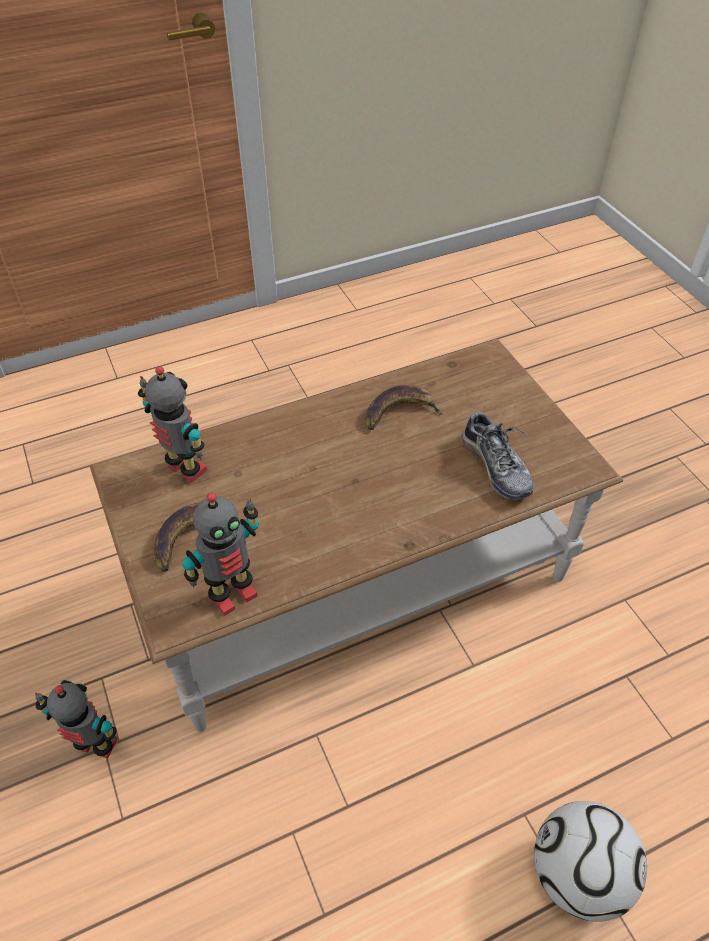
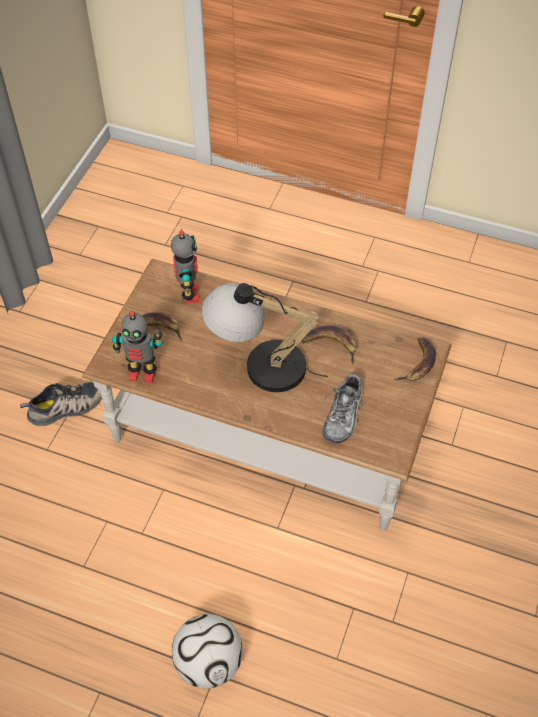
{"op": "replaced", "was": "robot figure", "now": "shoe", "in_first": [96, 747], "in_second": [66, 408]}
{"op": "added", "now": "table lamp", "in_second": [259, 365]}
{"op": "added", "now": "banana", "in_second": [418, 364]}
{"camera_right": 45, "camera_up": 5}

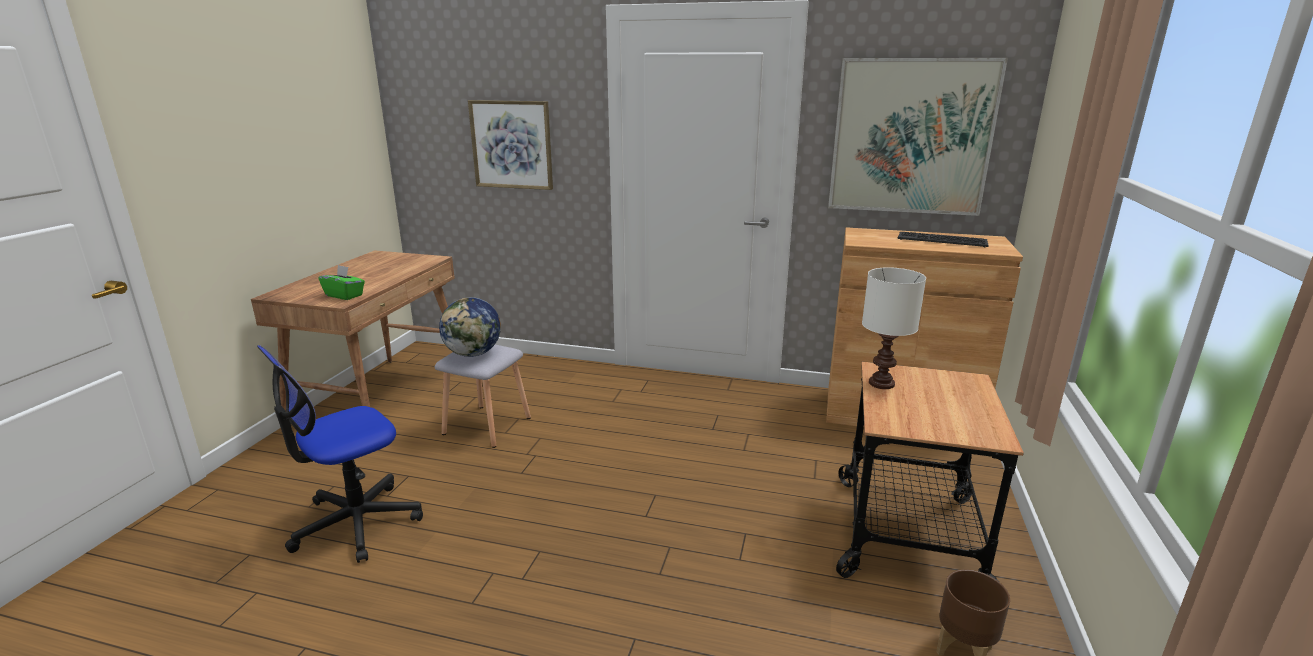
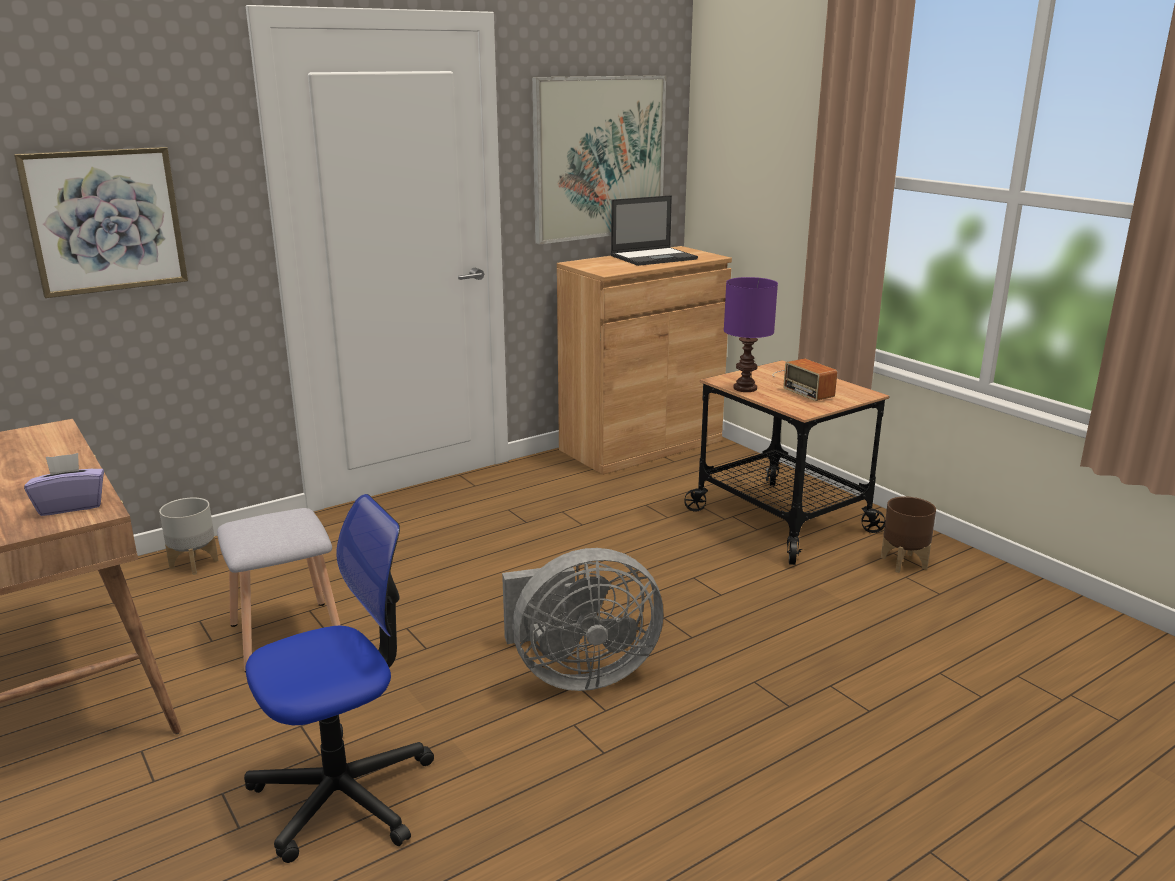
{"op": "recoloured", "was": "green box of tissues", "now": "purple box of tissues", "in_first": [344, 295], "in_second": [71, 505]}
{"op": "added", "now": "gray plant pot", "in_second": [193, 564]}
{"op": "turned", "was": "office chair", "in_first": [356, 523], "in_second": [343, 794], "clockwise": -120}
{"op": "added", "now": "gray electric fan", "in_second": [578, 673]}
{"op": "replaced", "was": "PC keyboard", "now": "portable computer", "in_first": [942, 240], "in_second": [654, 257]}
{"op": "recoloured", "was": "white-coloured table lamp", "now": "purple table lamp", "in_first": [881, 384], "in_second": [745, 388]}
{"op": "added", "now": "radio set", "in_second": [804, 384]}
{"op": "removed", "was": "globe", "in_first": [473, 354]}
{"camera_right": -50, "camera_up": 0}

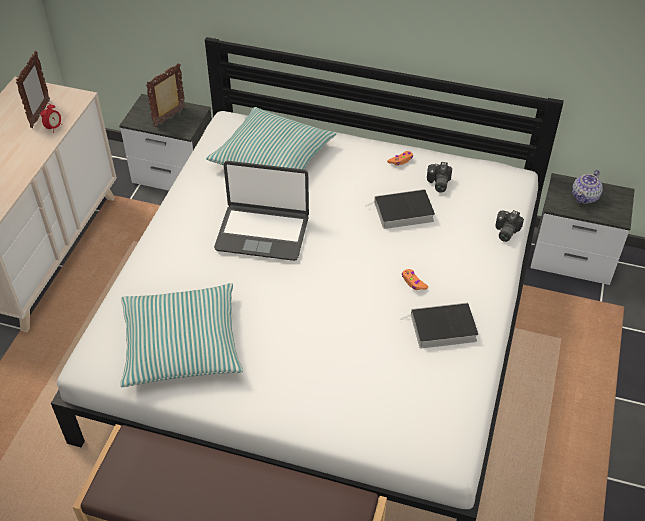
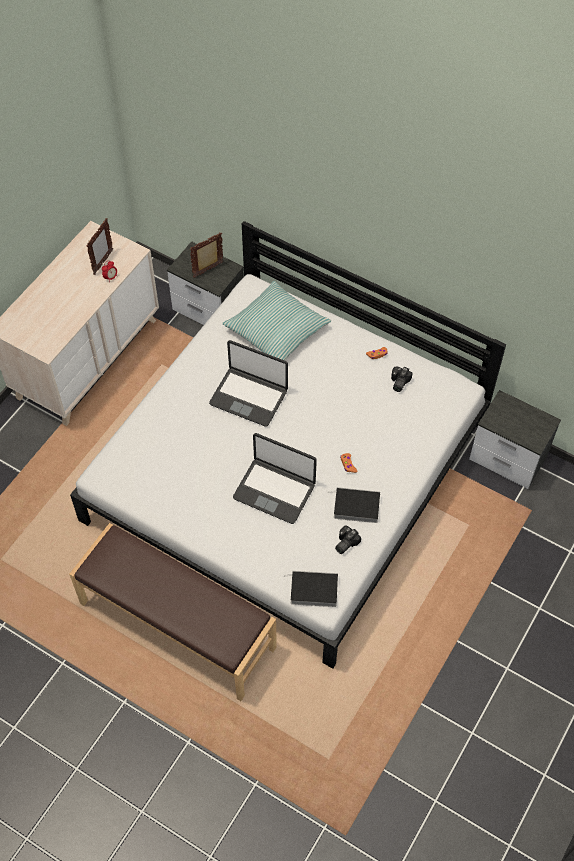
{"op": "added", "now": "portable computer", "in_second": [274, 490]}
{"op": "moved", "was": "bound book", "in_first": [402, 212], "in_second": [312, 590]}
{"op": "moved", "was": "photo camera", "in_first": [505, 231], "in_second": [344, 543]}
{"op": "removed", "was": "throw pillow", "in_first": [181, 344]}
{"op": "removed", "was": "teapot", "in_first": [585, 197]}
{"camera_right": 15, "camera_up": 10}

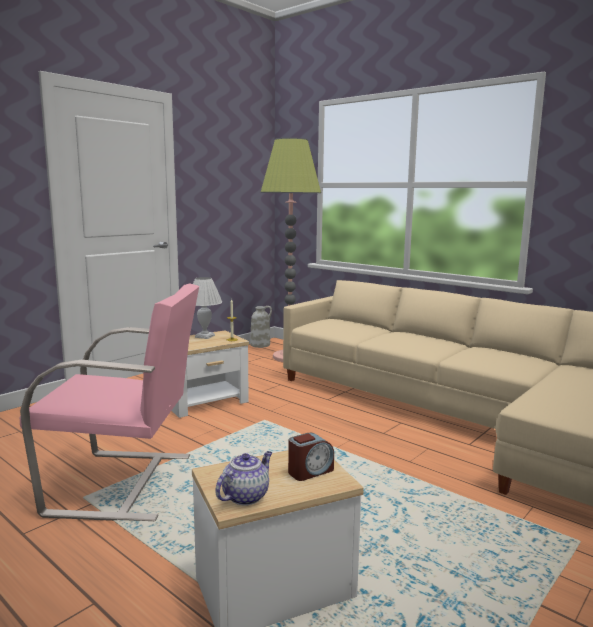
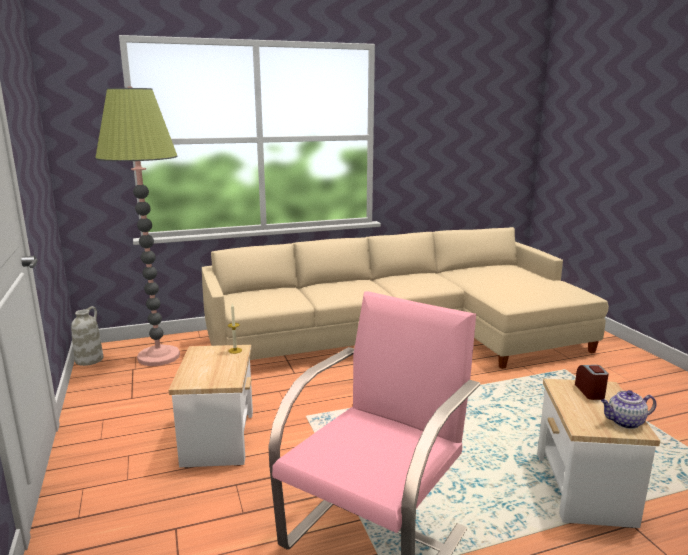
{"op": "turned", "was": "teapot", "in_first": [245, 496], "in_second": [624, 422], "clockwise": -75}
{"op": "removed", "was": "white-coloured table lamp", "in_first": [205, 336]}
{"camera_right": -60, "camera_up": 5}

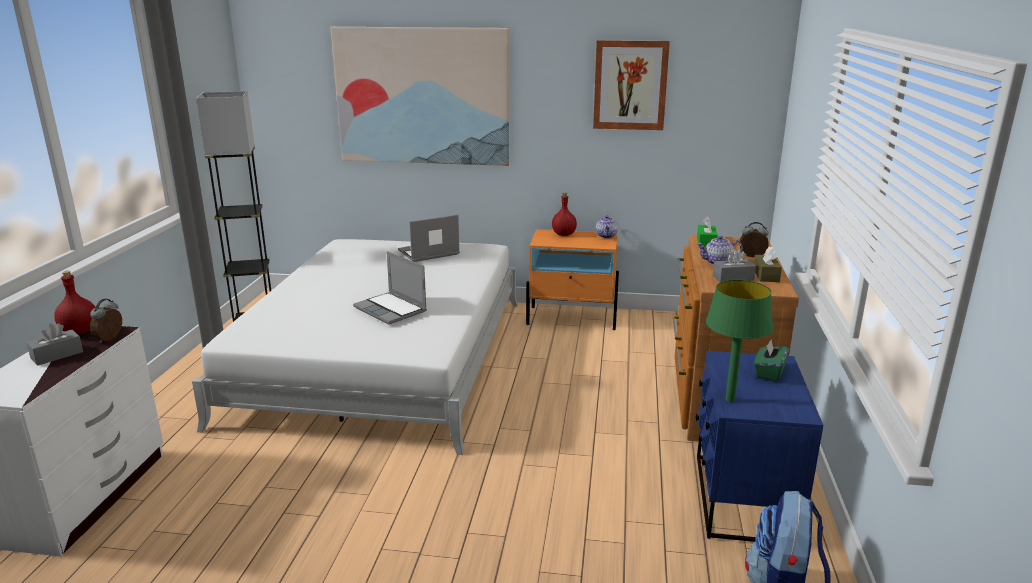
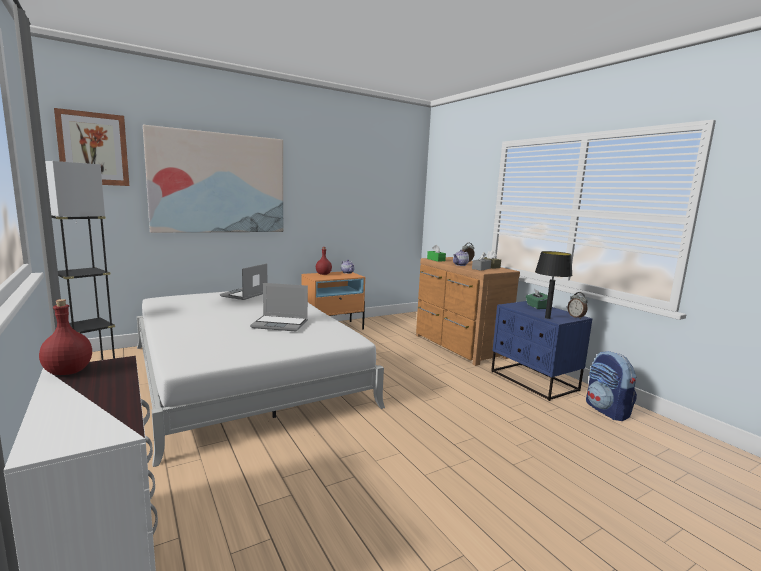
{"op": "moved", "was": "wall art", "in_first": [630, 85], "in_second": [93, 149]}
{"op": "recoloured", "was": "green table lamp", "now": "blackish table lamp", "in_first": [730, 399], "in_second": [547, 318]}
{"op": "moved", "was": "alarm clock", "in_first": [110, 339], "in_second": [576, 317]}
{"op": "removed", "was": "gray box of tissues", "in_first": [57, 355]}
{"camera_right": -40, "camera_up": -10}

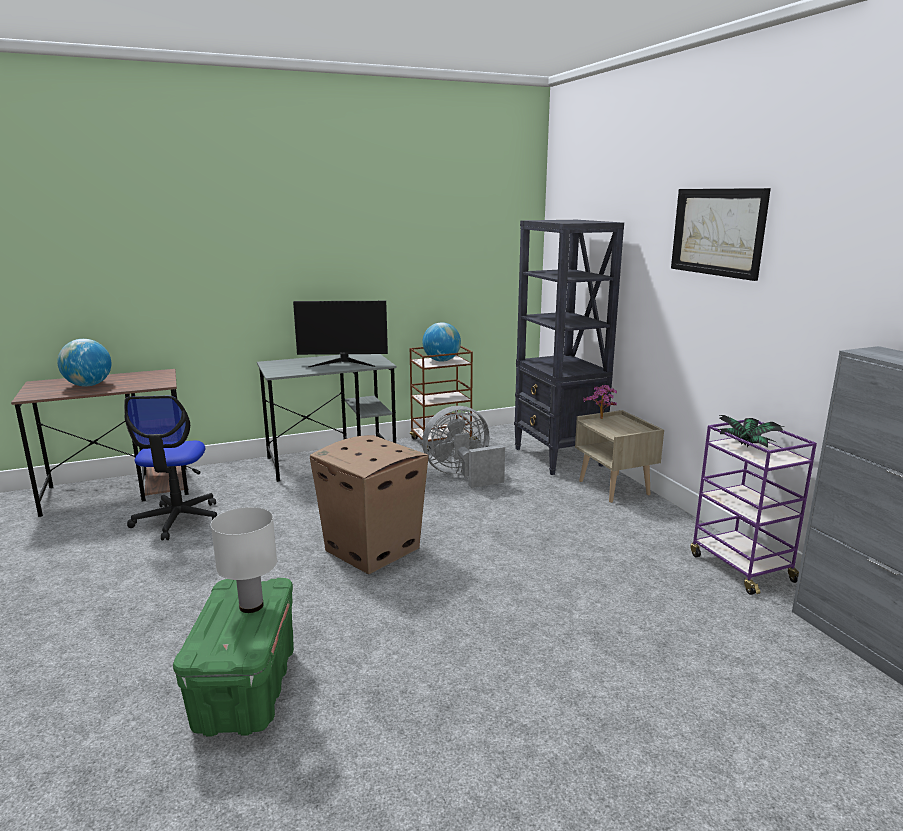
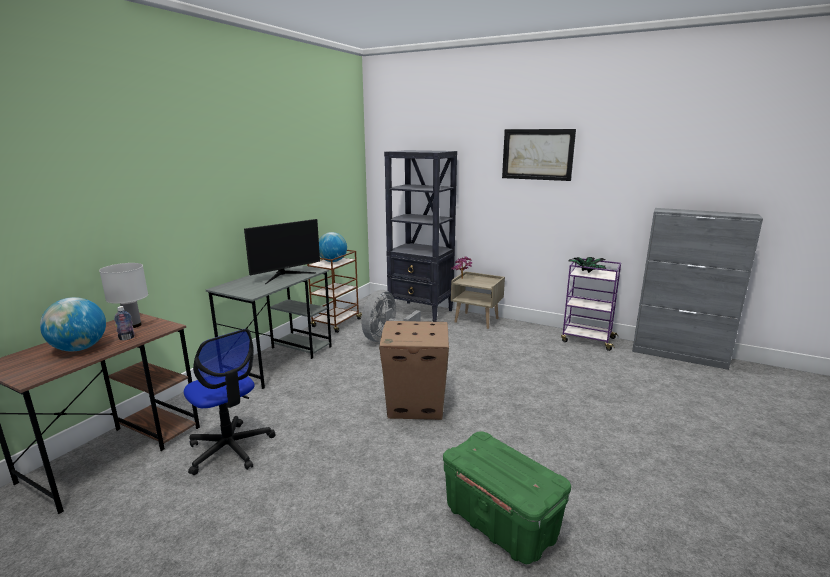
{"op": "moved", "was": "white-coloured table lamp", "in_first": [251, 606], "in_second": [133, 325]}
{"op": "added", "now": "bottle", "in_second": [127, 338]}
{"camera_right": -40, "camera_up": 0}

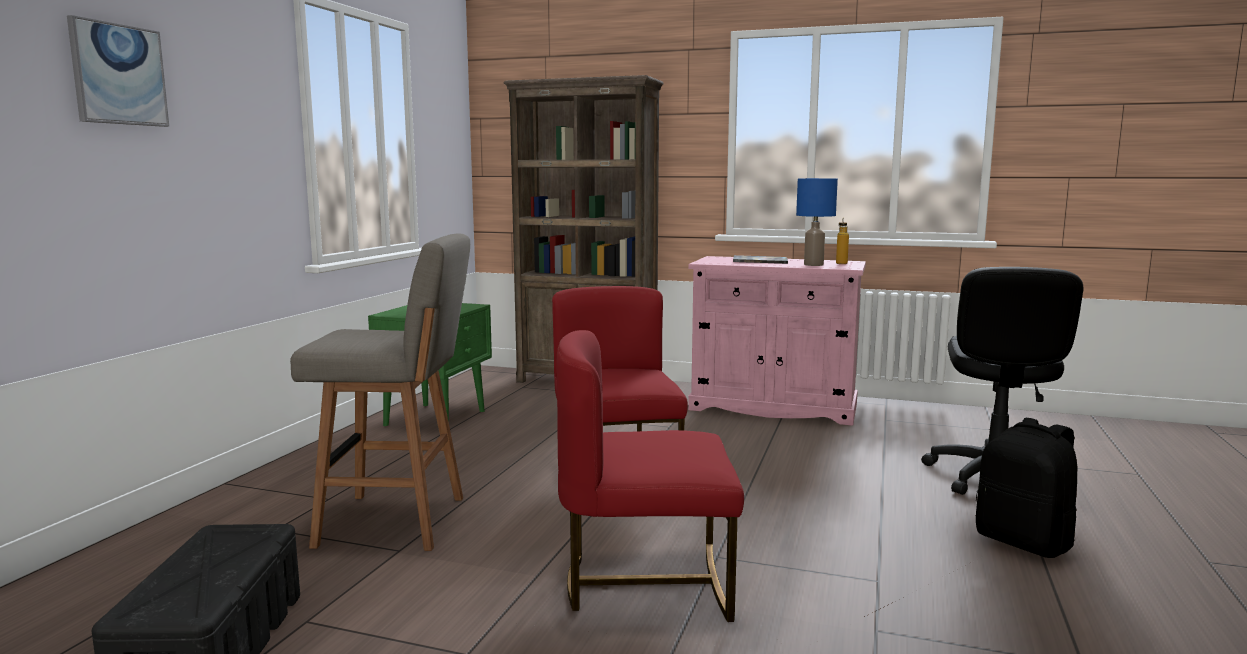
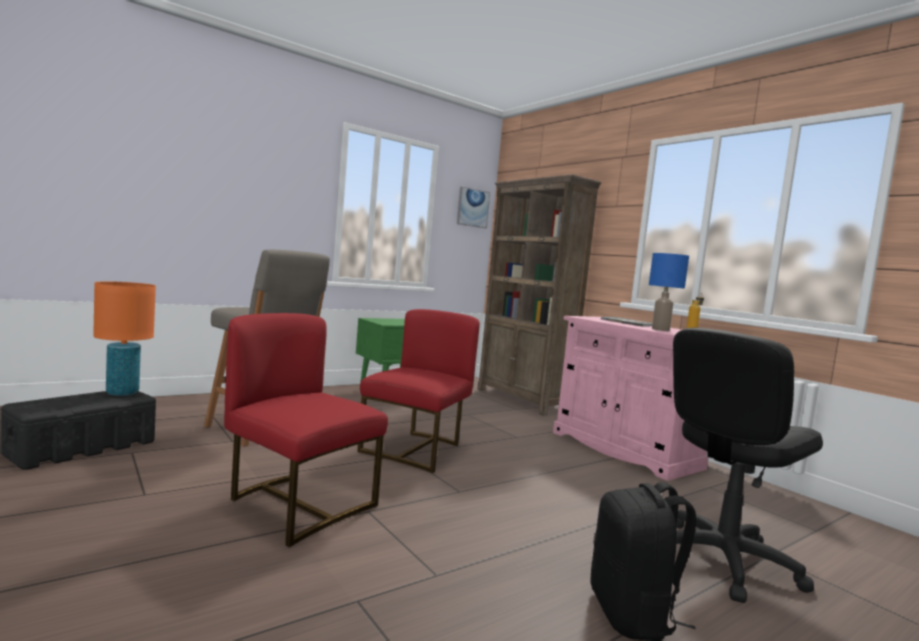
{"op": "added", "now": "orangey table lamp", "in_second": [122, 393]}
{"op": "moved", "was": "wall art", "in_first": [118, 74], "in_second": [472, 208]}
{"camera_right": 35, "camera_up": -5}

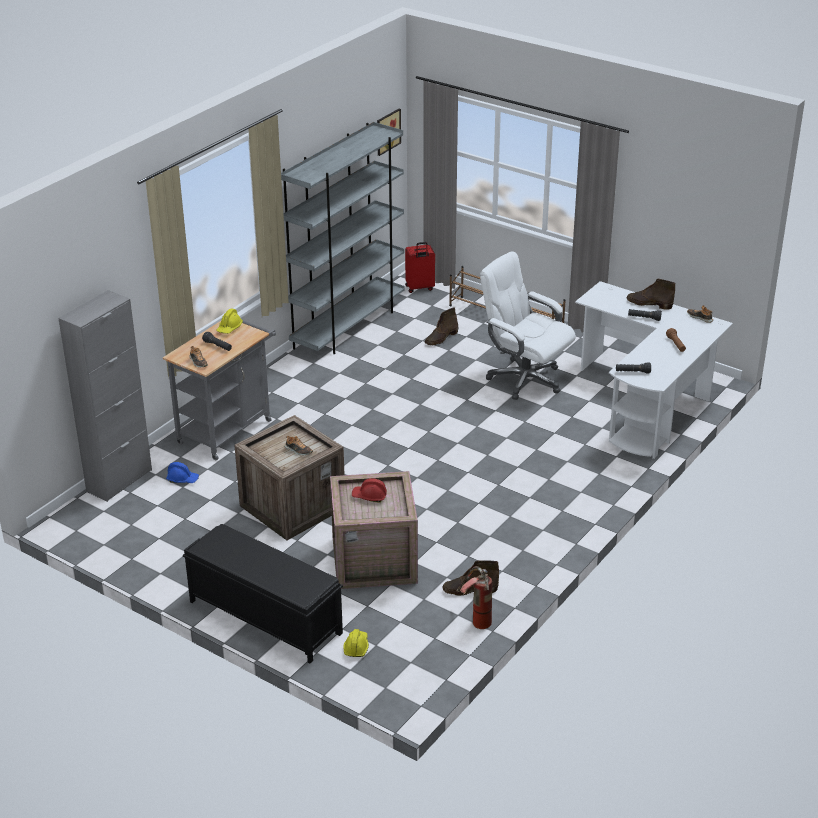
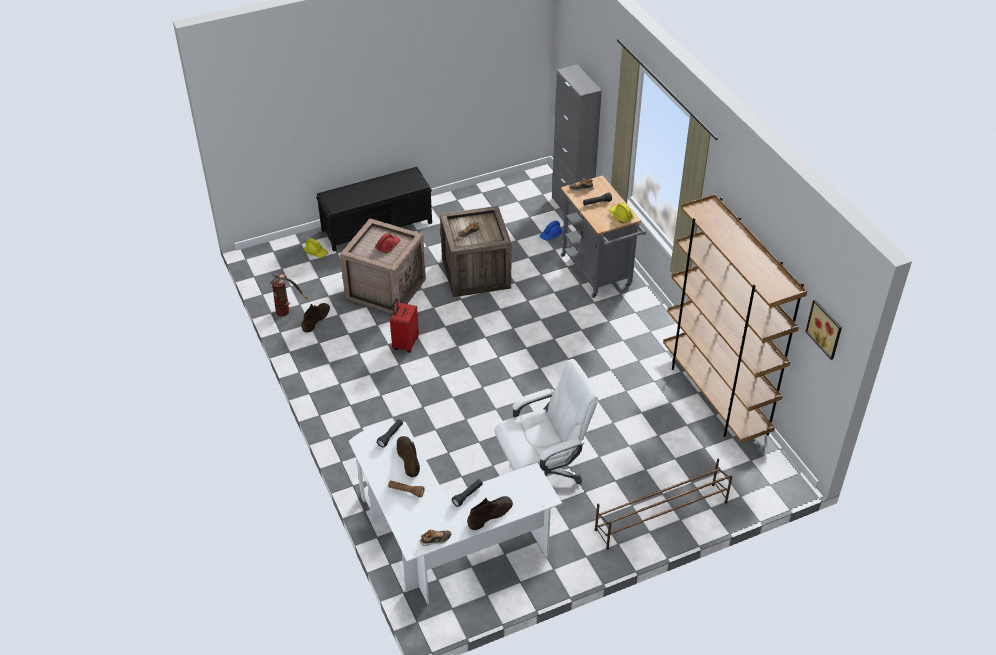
{"op": "moved", "was": "red piece of luggage", "in_first": [419, 288], "in_second": [405, 344]}
{"op": "moved", "was": "brownish tall boot", "in_first": [441, 338], "in_second": [408, 458]}
{"op": "recoloured", "was": "gray bookshelf", "now": "brownish bookshelf", "in_first": [348, 327], "in_second": [715, 396]}
{"camera_right": 120, "camera_up": 10}

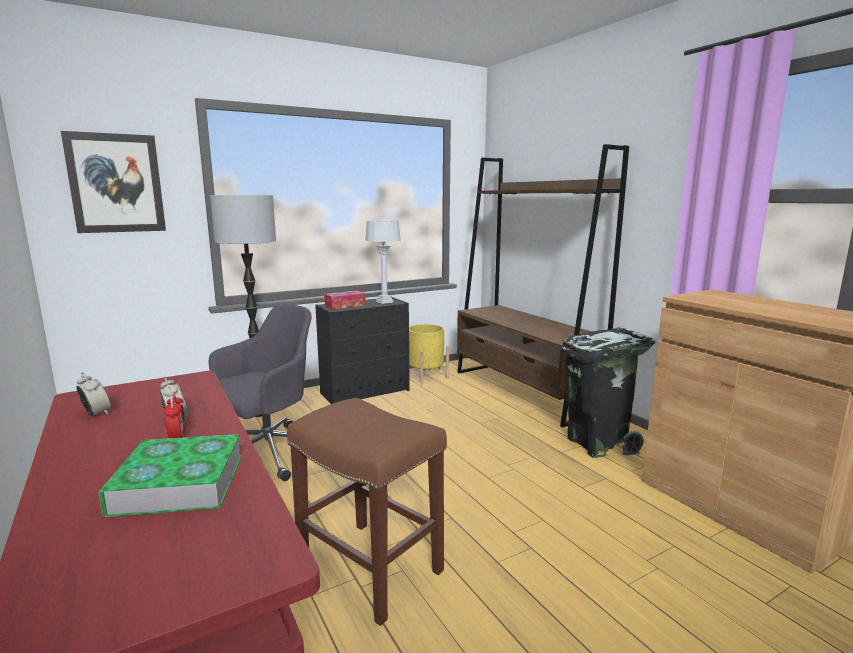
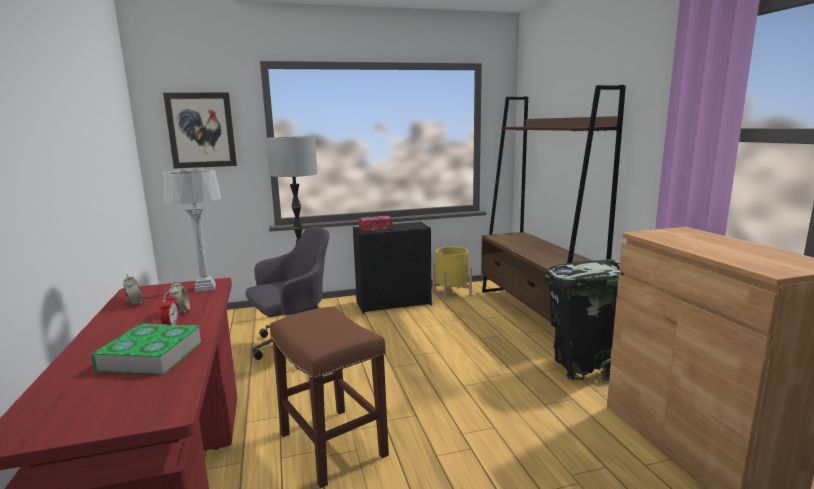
{"op": "moved", "was": "gray table lamp", "in_first": [384, 302], "in_second": [204, 287]}
{"camera_right": 15, "camera_up": 0}

